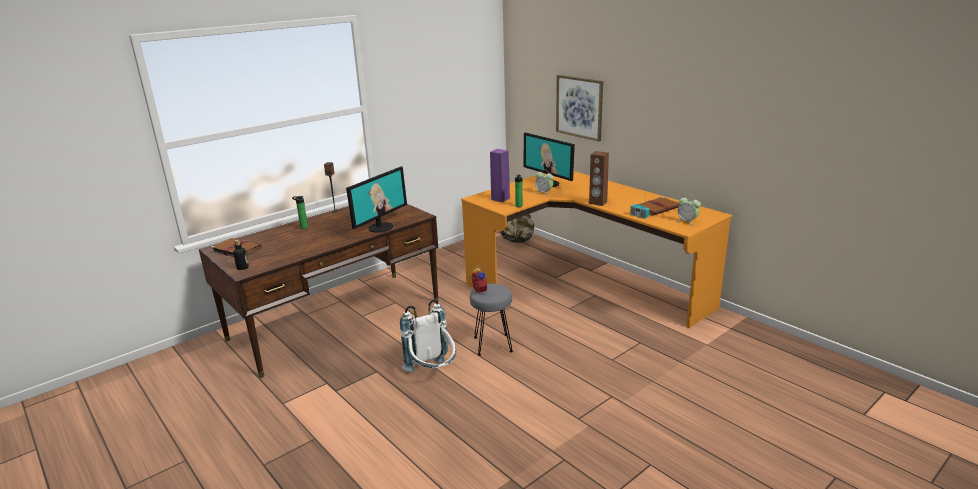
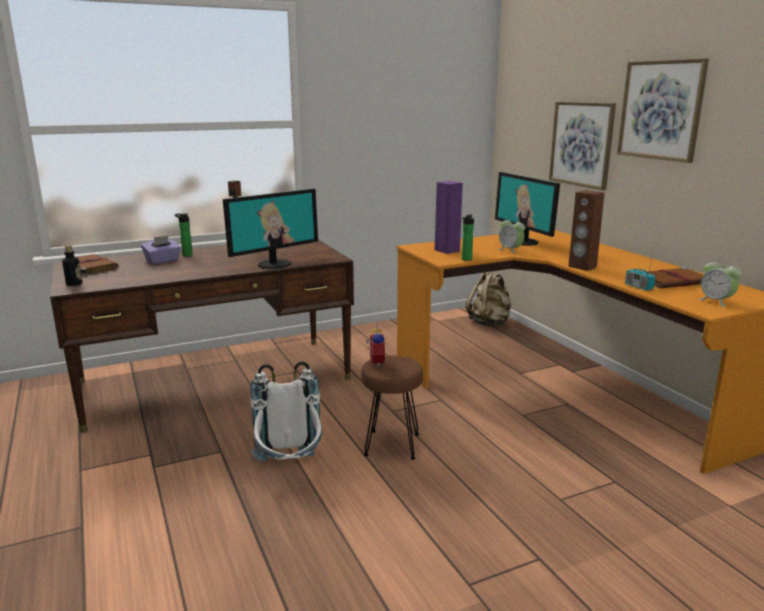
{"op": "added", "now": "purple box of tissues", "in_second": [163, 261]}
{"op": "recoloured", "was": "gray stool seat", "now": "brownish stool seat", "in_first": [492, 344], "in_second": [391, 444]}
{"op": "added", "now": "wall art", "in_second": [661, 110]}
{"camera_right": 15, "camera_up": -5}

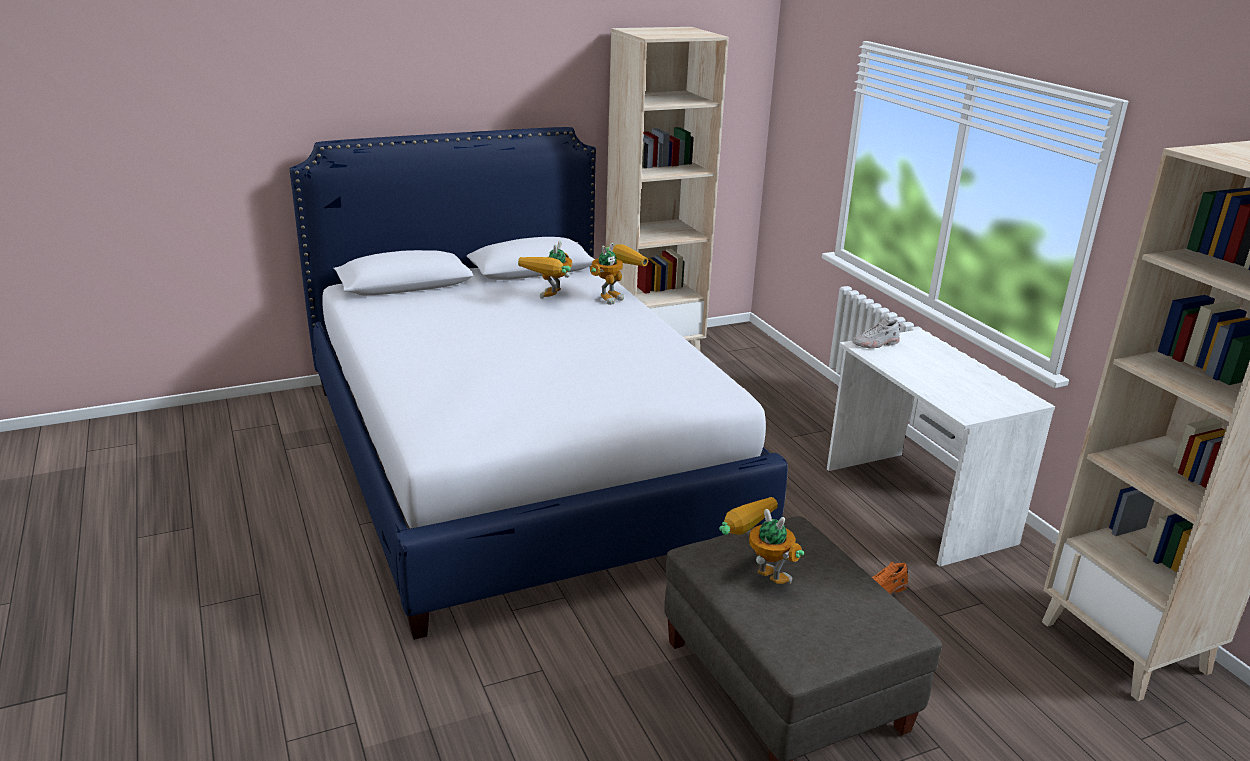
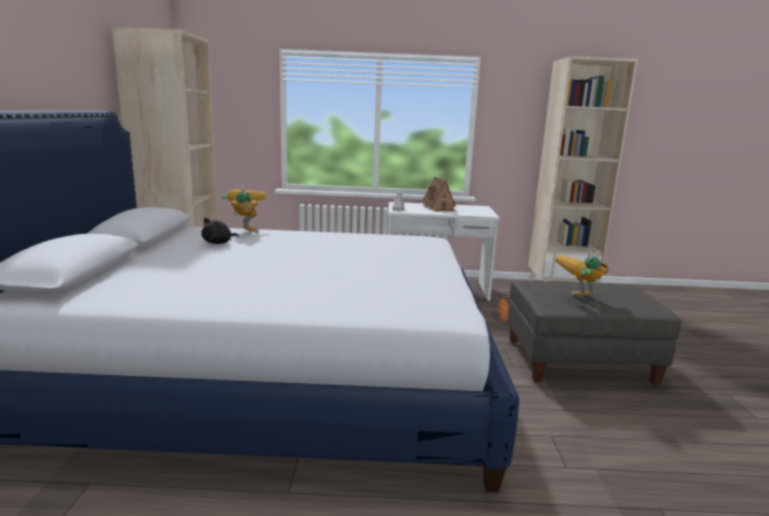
{"op": "replaced", "was": "robot figure", "now": "blackish cuddly toy", "in_first": [551, 300], "in_second": [219, 243]}
{"op": "added", "now": "model house", "in_second": [439, 208]}
{"camera_right": -65, "camera_up": -10}

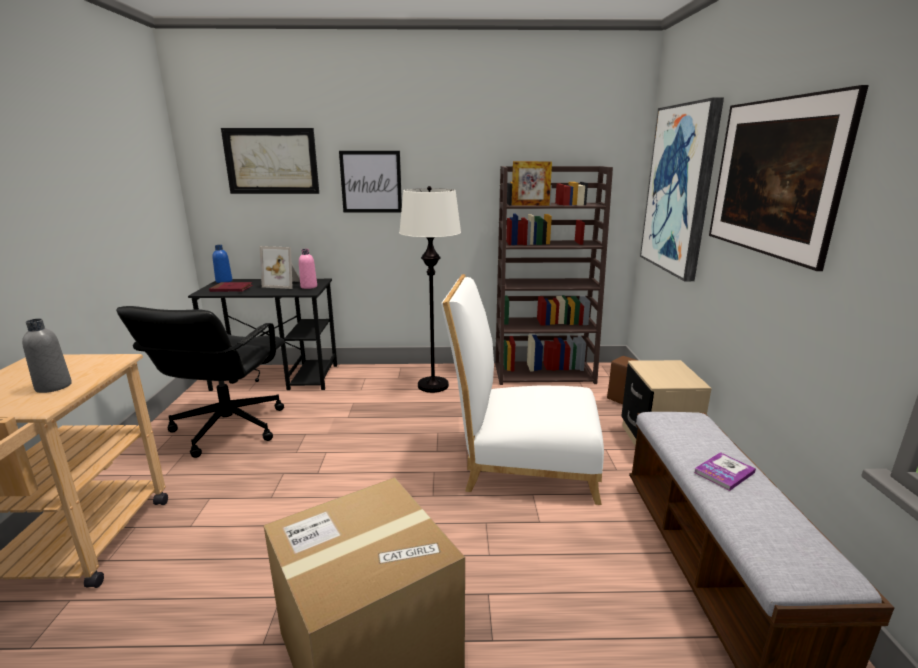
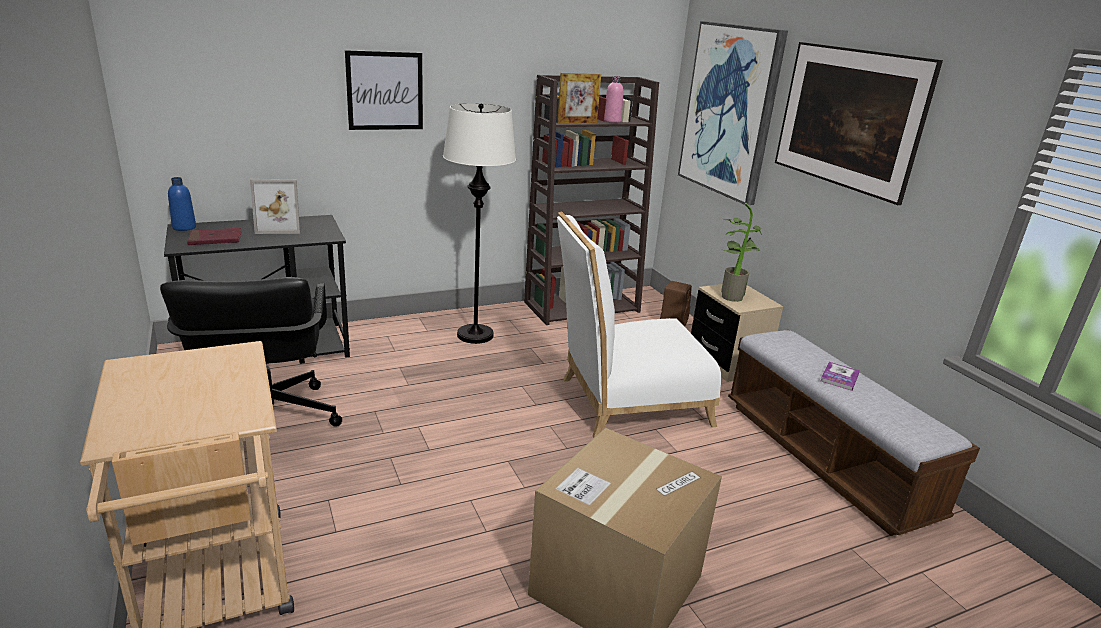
{"op": "moved", "was": "pink bottle", "in_first": [309, 287], "in_second": [612, 121]}
{"op": "added", "now": "potted plant", "in_second": [731, 295]}
{"op": "removed", "was": "gray bottle", "in_first": [53, 386]}
{"op": "removed", "was": "wall art", "in_first": [271, 161]}
{"camera_right": -25, "camera_up": 5}

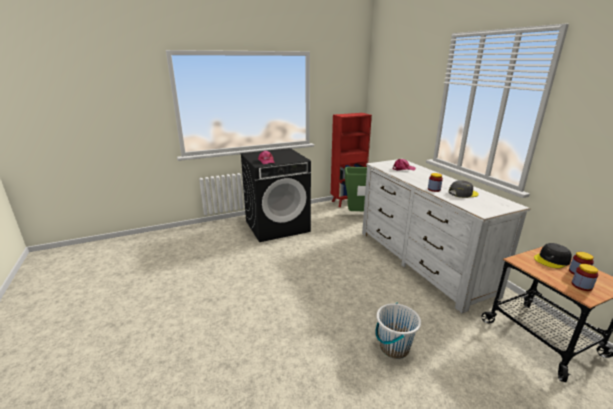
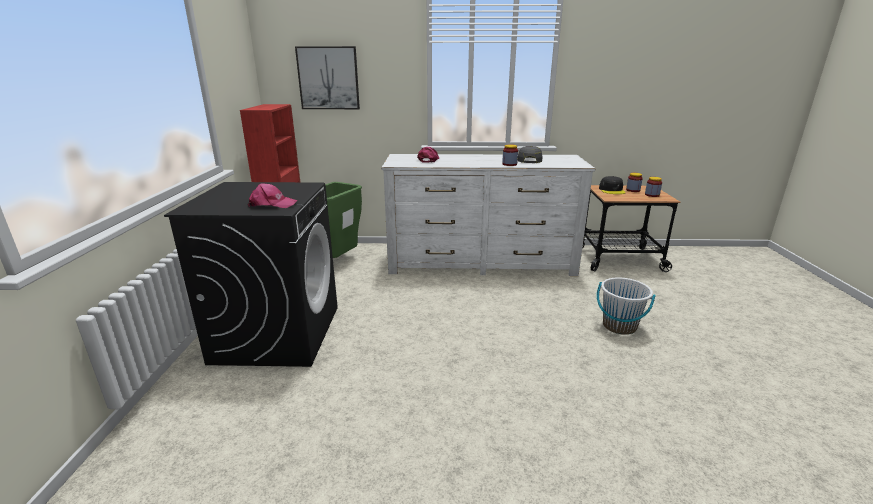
{"op": "added", "now": "wall art", "in_second": [328, 78]}
{"camera_right": -65, "camera_up": 0}

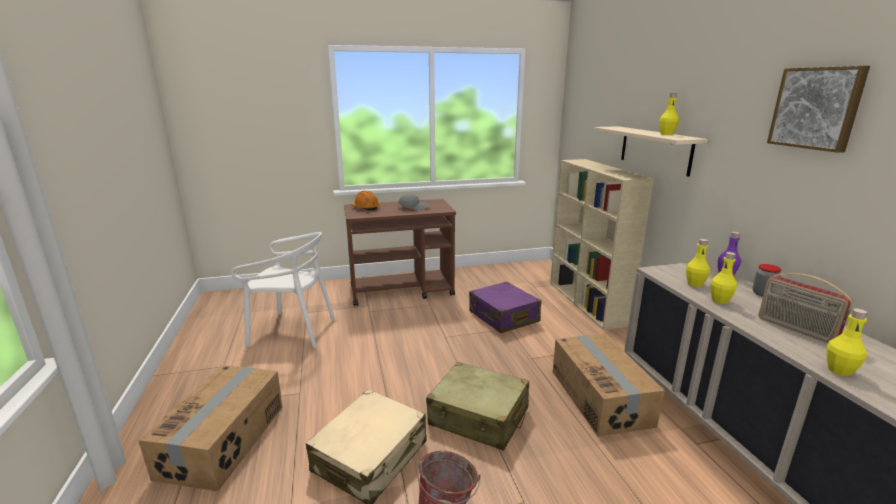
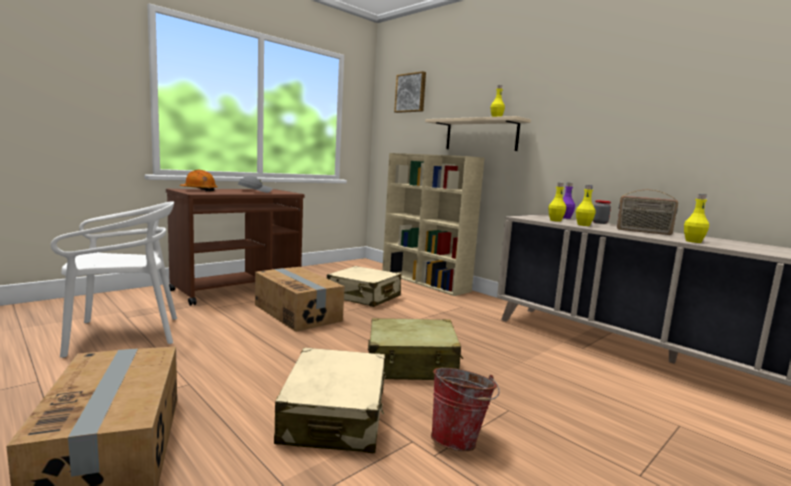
{"op": "moved", "was": "packing box", "in_first": [601, 397], "in_second": [298, 312]}
{"op": "recoloured", "was": "purple piece of luggage", "now": "beige-coloured piece of luggage", "in_first": [503, 317], "in_second": [363, 297]}
{"op": "moved", "was": "wall art", "in_first": [816, 108], "in_second": [411, 93]}
{"camera_right": -30, "camera_up": -10}

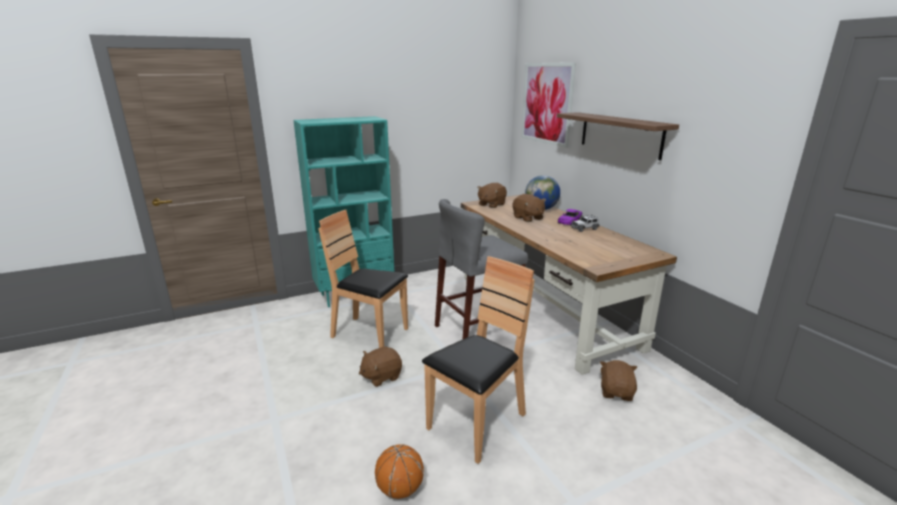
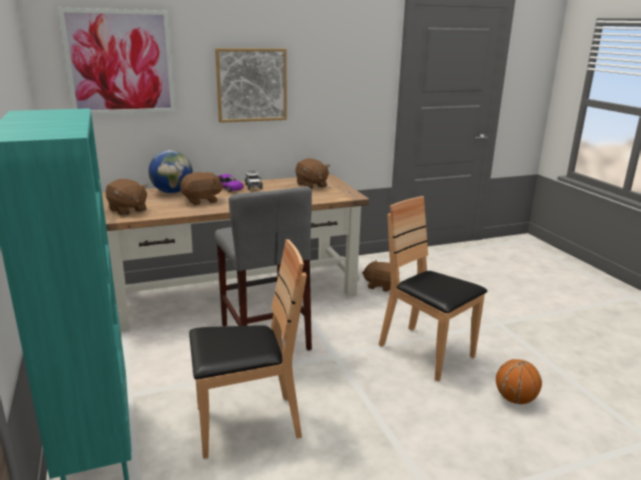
{"op": "turned", "was": "brownish plain chair", "in_first": [370, 334], "in_second": [246, 424], "clockwise": -135}
{"op": "replaced", "was": "shelf", "now": "wall art", "in_first": [620, 134], "in_second": [251, 85]}
{"op": "moved", "was": "brownish cuddly toy", "in_first": [381, 376], "in_second": [311, 185]}
{"camera_right": -85, "camera_up": 0}

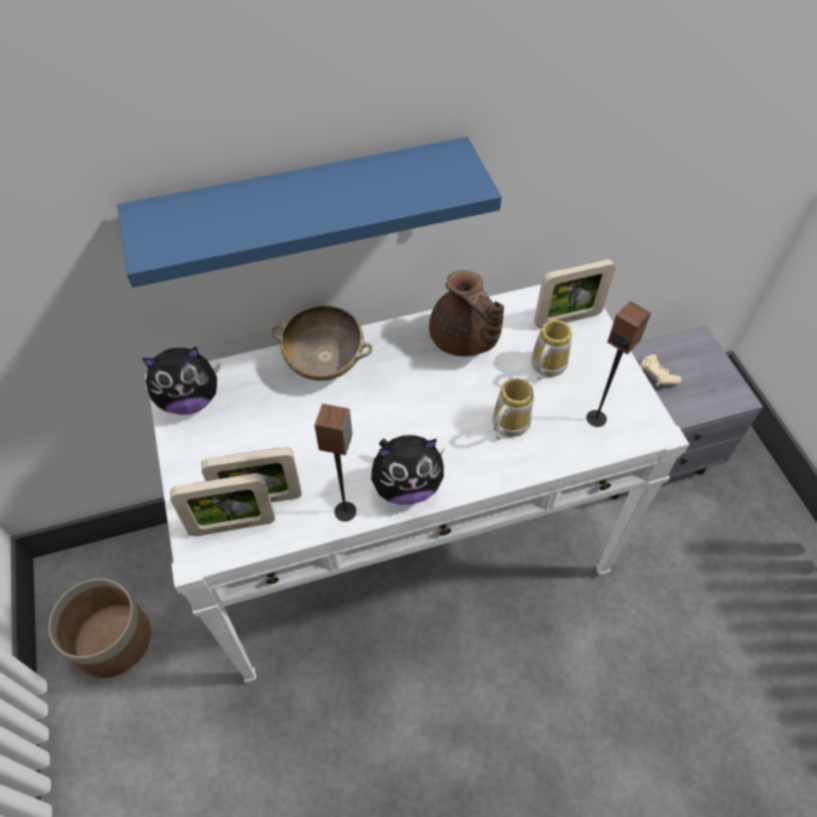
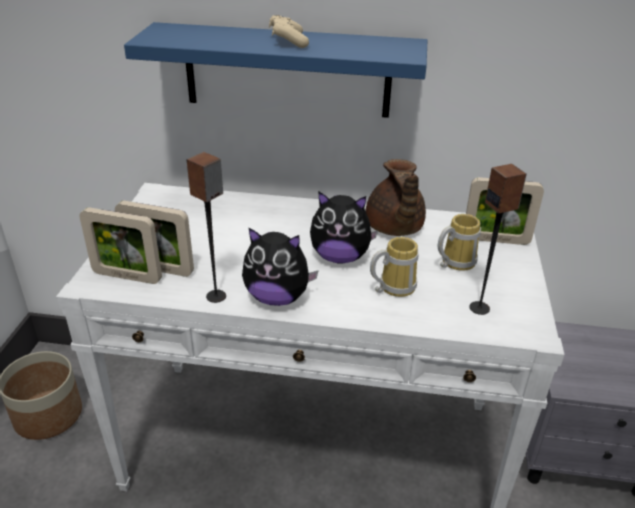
{"op": "moved", "was": "beige-coloured game controller", "in_first": [656, 376], "in_second": [288, 42]}
{"op": "moved", "was": "cuddly toy", "in_first": [190, 400], "in_second": [340, 257]}
{"op": "removed", "was": "beige-coloured deep dish", "in_first": [325, 360]}
{"camera_right": 25, "camera_up": -20}

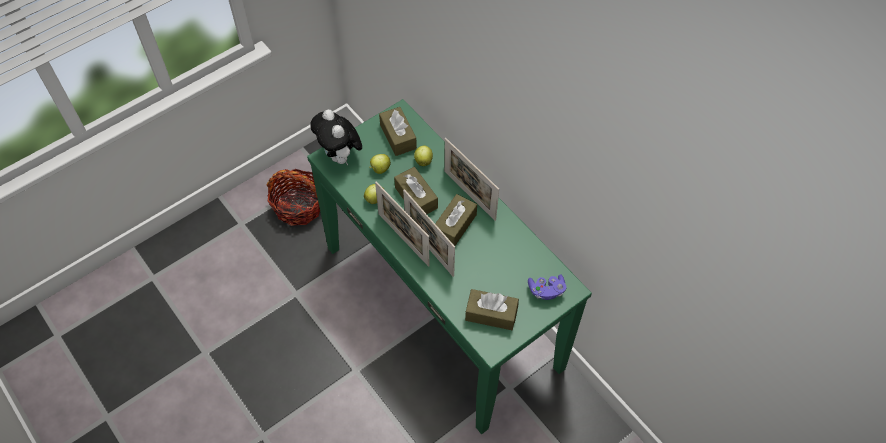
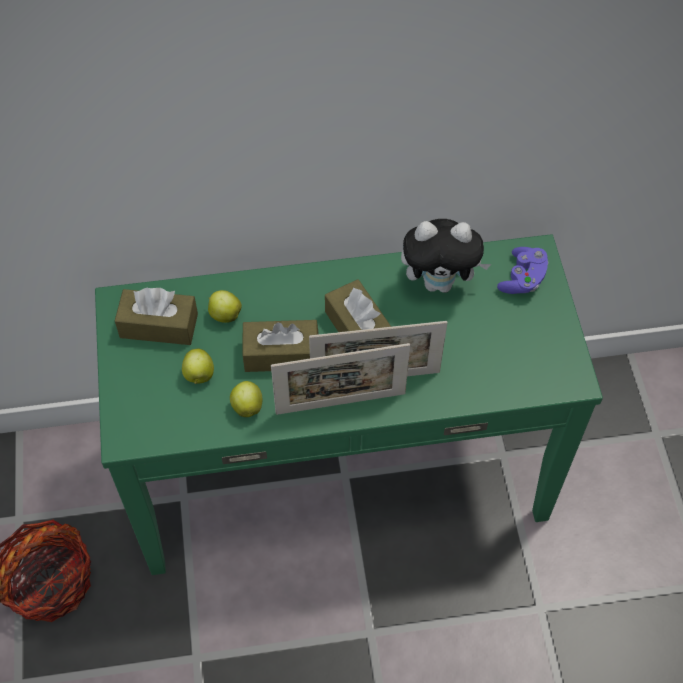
{"op": "moved", "was": "cuddly toy", "in_first": [340, 156], "in_second": [440, 282]}
{"op": "removed", "was": "photo frame", "in_first": [469, 195]}
{"op": "removed", "was": "brownish box of tissues", "in_first": [491, 314]}
{"camera_right": -60, "camera_up": 0}

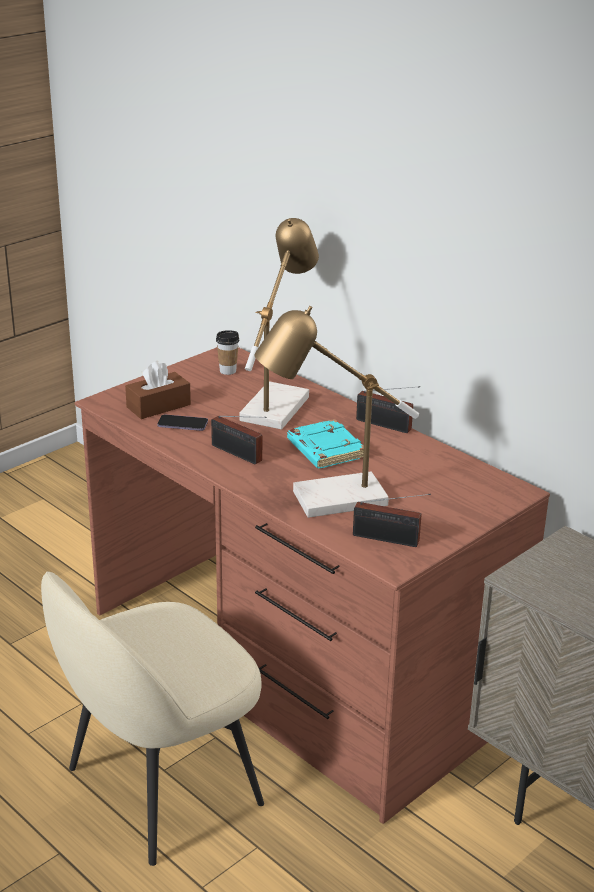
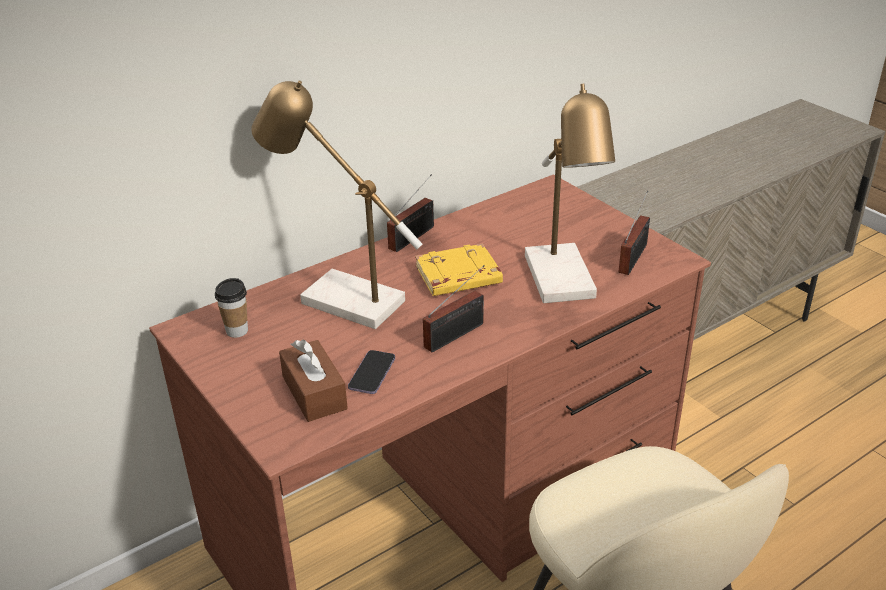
{"op": "recoloured", "was": "turquoise bound book", "now": "yellowish bound book", "in_first": [324, 450], "in_second": [458, 277]}
{"camera_right": -80, "camera_up": 5}

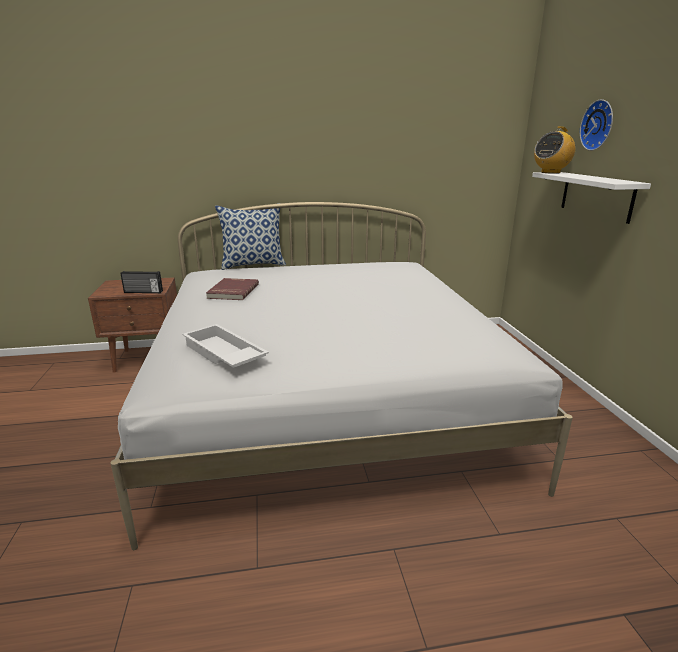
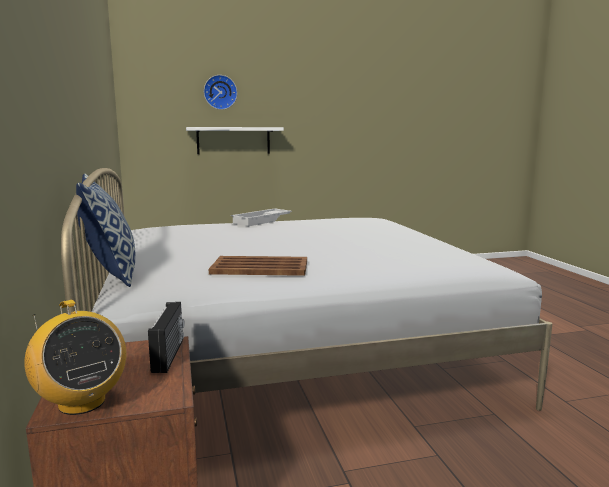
{"op": "moved", "was": "radio set", "in_first": [550, 172], "in_second": [81, 402]}
{"op": "replaced", "was": "red bound book", "now": "brownish serving tray", "in_first": [232, 291], "in_second": [261, 267]}
{"op": "moved", "was": "white-coloured serving tray", "in_first": [223, 354], "in_second": [262, 221]}
{"camera_right": -95, "camera_up": -10}

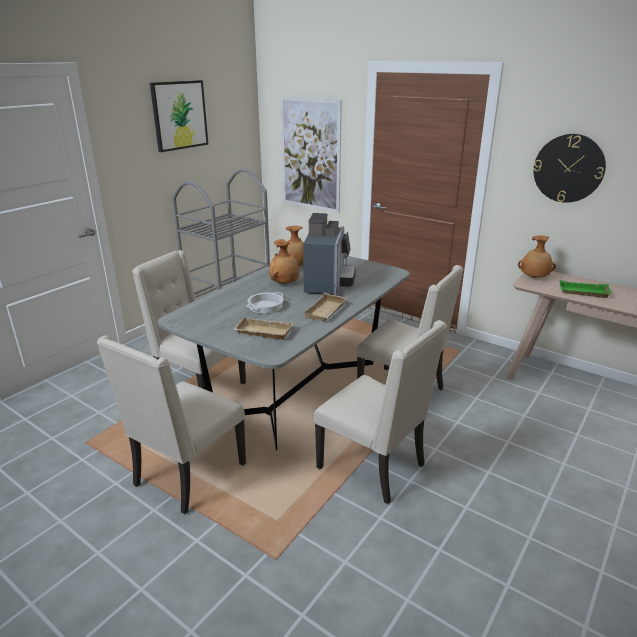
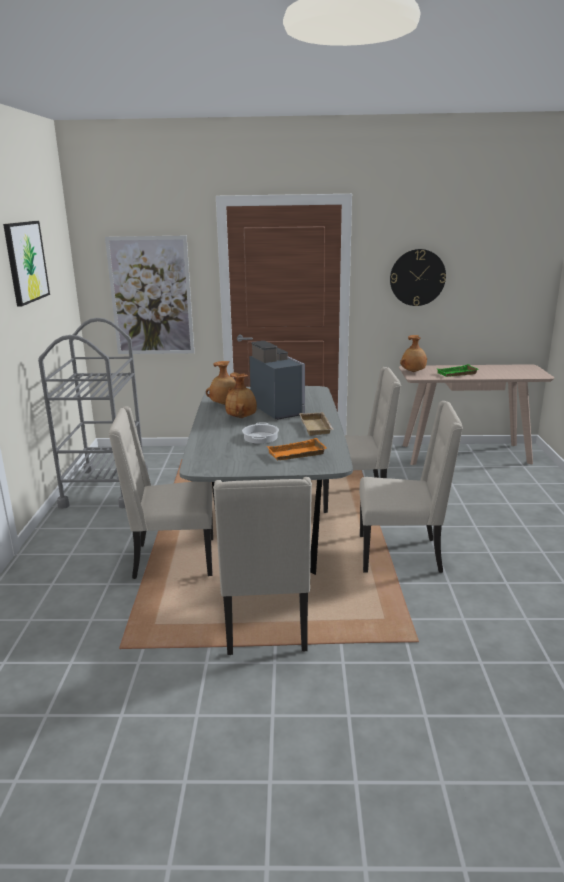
{"op": "recoloured", "was": "beige-coloured serving tray", "now": "orangey serving tray", "in_first": [262, 332], "in_second": [296, 454]}
{"camera_right": -35, "camera_up": -5}

